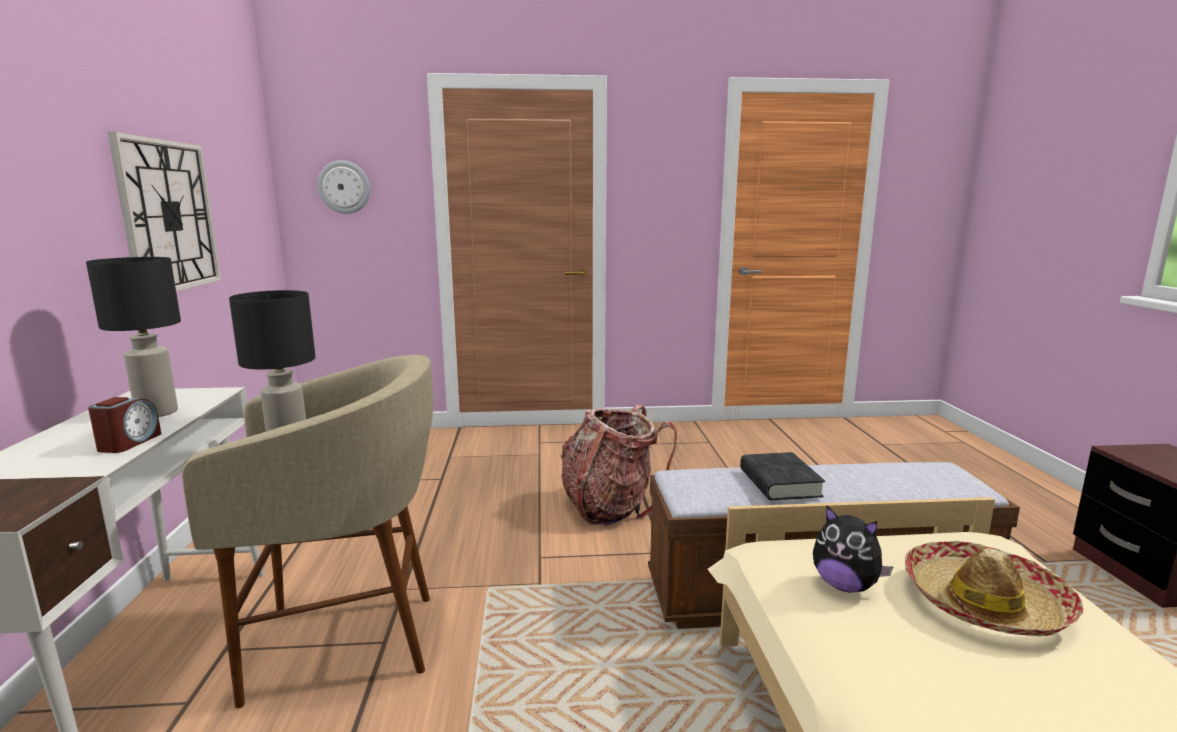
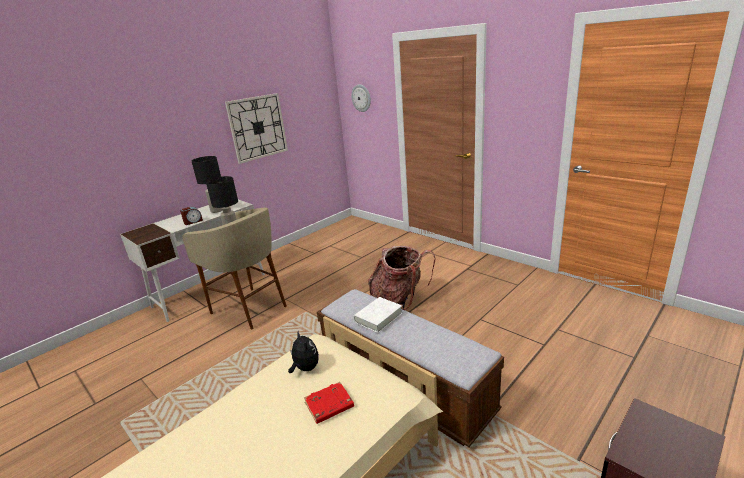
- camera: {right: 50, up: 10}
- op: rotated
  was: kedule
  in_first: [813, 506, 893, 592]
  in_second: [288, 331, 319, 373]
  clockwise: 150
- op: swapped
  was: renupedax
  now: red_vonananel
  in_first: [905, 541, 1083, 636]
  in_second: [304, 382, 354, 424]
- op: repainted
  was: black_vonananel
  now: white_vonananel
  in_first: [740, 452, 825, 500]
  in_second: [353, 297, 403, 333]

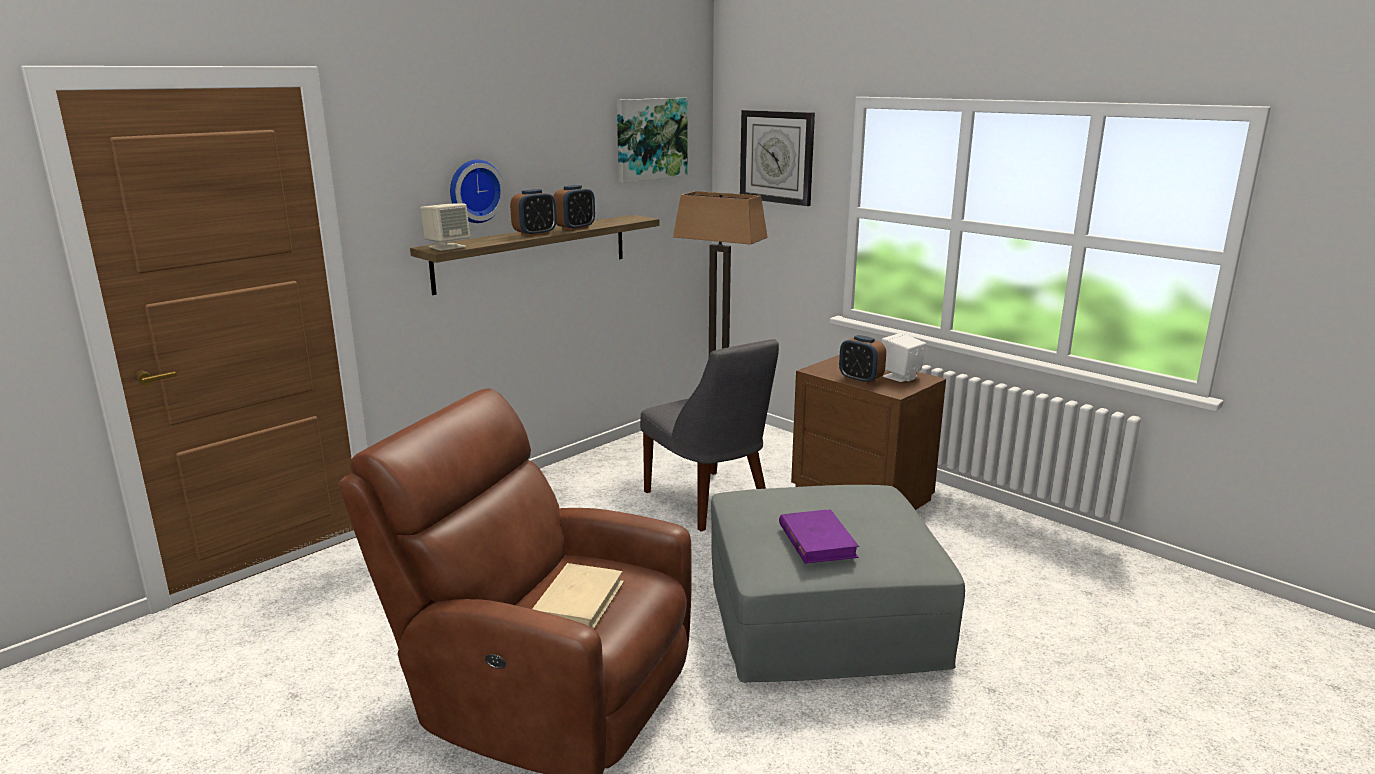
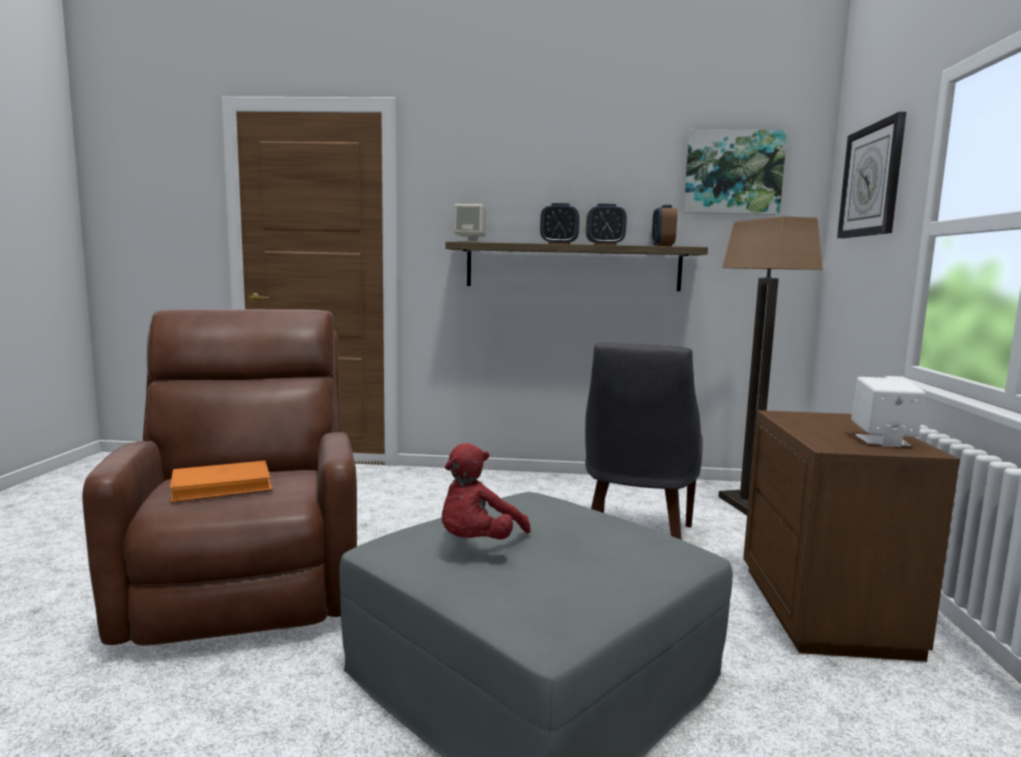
- camera: {right: 50, up: -10}
- op: repainted
  was: beige_vonananel
  now: orange_vonananel
  in_first: [532, 563, 624, 629]
  in_second: [170, 461, 273, 502]
- op: swapped
  was: purple_vonananel
  now: red_kedule
  in_first: [779, 510, 859, 564]
  in_second: [442, 443, 531, 540]
- op: shifted
  was: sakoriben
  in_first: [839, 335, 886, 384]
  in_second: [652, 205, 677, 246]
- op: gone
  was: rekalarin
  in_first: [450, 159, 505, 223]

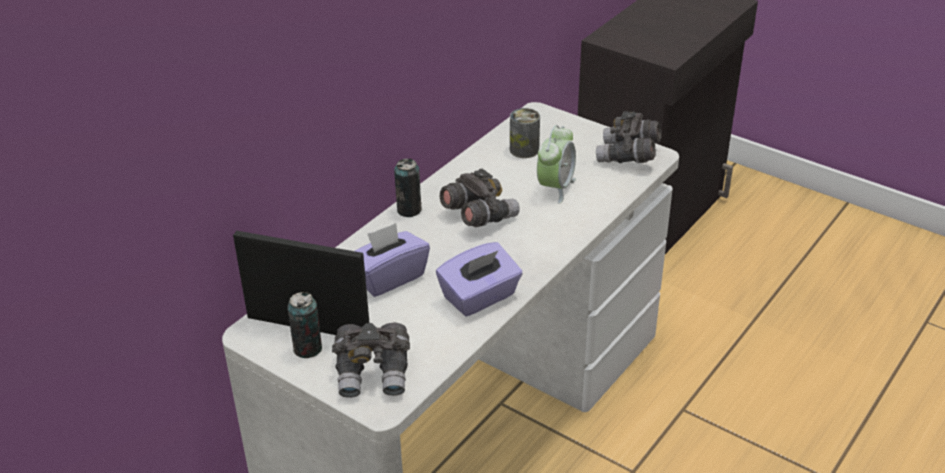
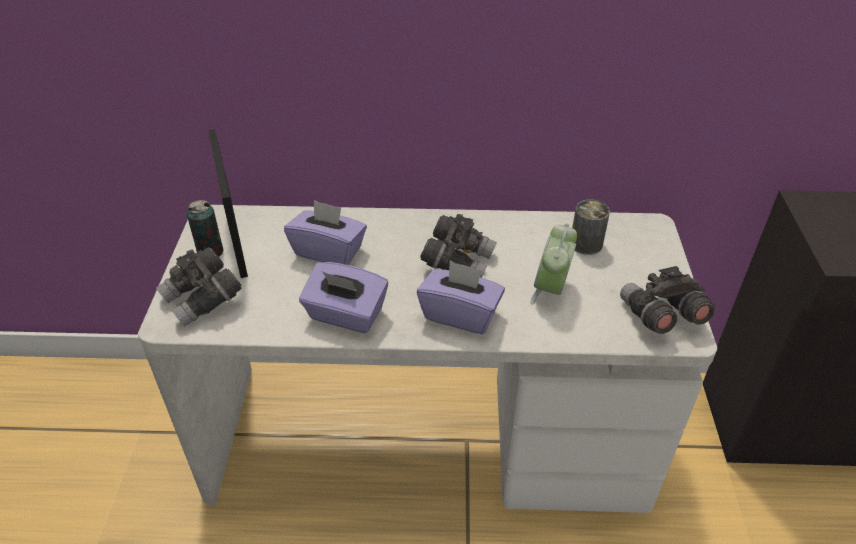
- camera: {right: 55, up: 5}
- op: new
  now: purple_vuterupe
  in_second: [417, 261, 505, 334]
- op: rotated
  was: sakoriben
  in_first: [537, 125, 576, 204]
  in_second: [531, 224, 577, 305]
  clockwise: 120
- op: gone
  was: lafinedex
  in_first: [394, 159, 422, 217]

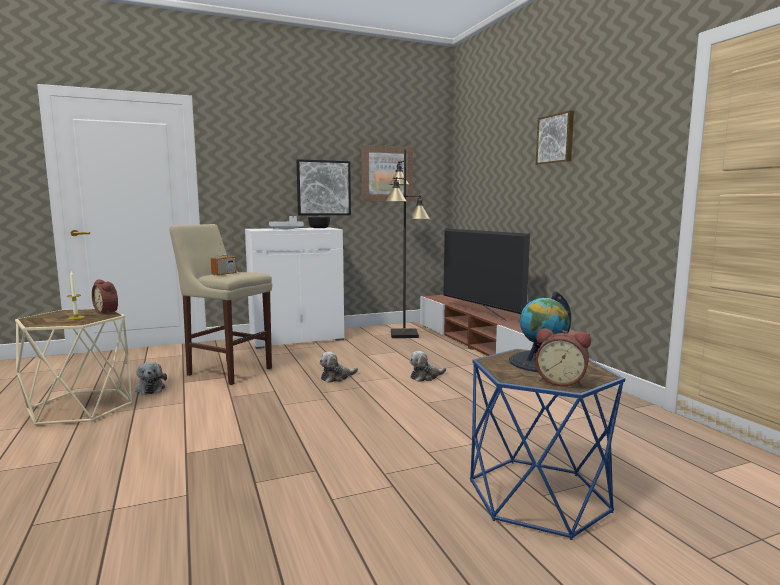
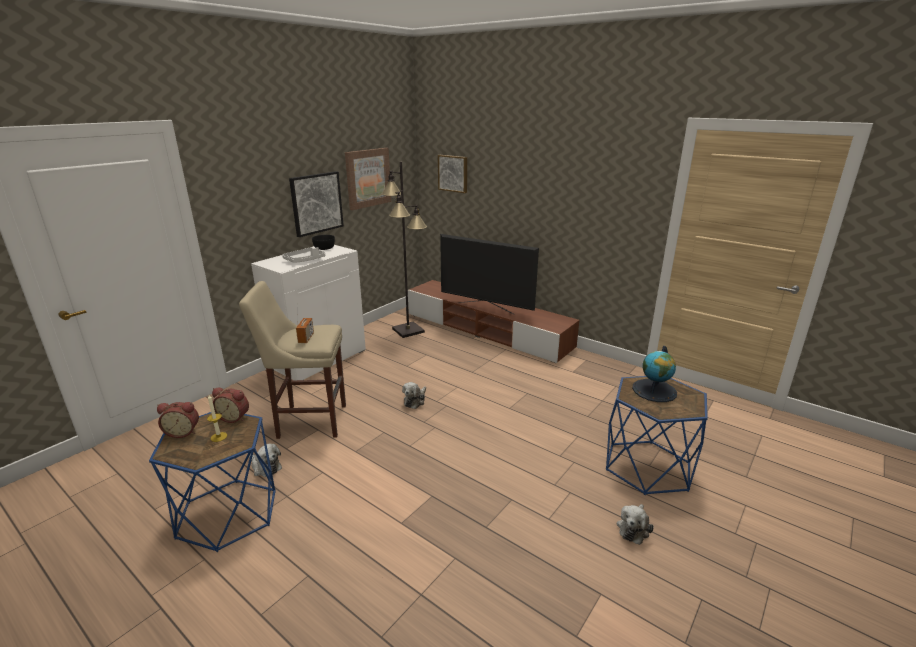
- camera: {right: -30, up: 15}
- op: repainted
  was: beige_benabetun
  now: blue_benabetun
  in_first: [15, 309, 132, 426]
  in_second: [149, 412, 276, 552]
- op: shifted
  was: sakoriben
  in_first: [535, 328, 591, 387]
  in_second: [157, 402, 199, 438]
- op: shifted
  was: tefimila
  in_first: [536, 110, 574, 165]
  in_second: [438, 155, 467, 193]
- op: shifted
  was: kedule
  in_first: [410, 351, 446, 382]
  in_second: [617, 504, 654, 545]

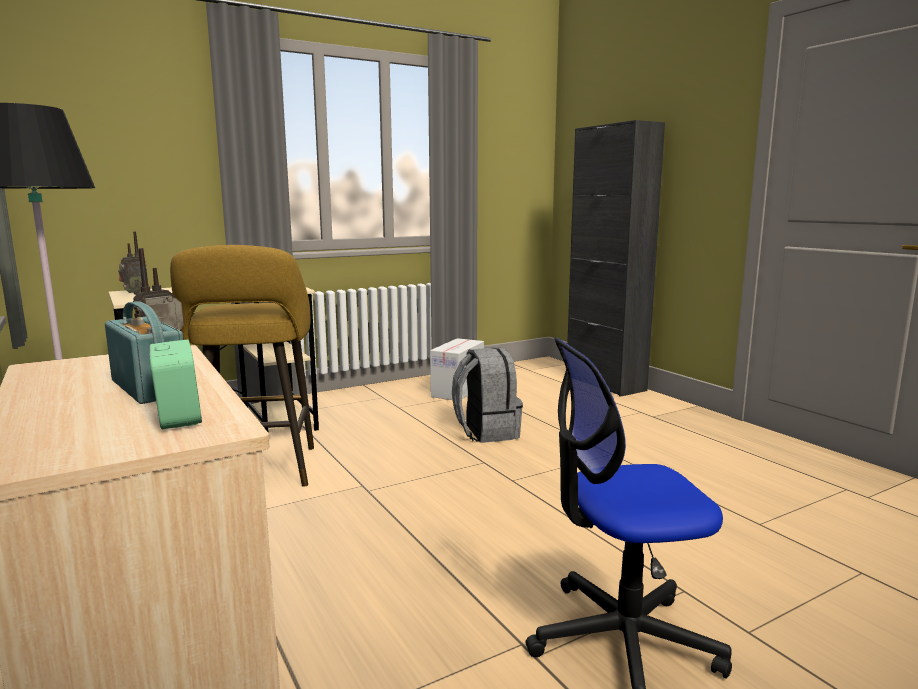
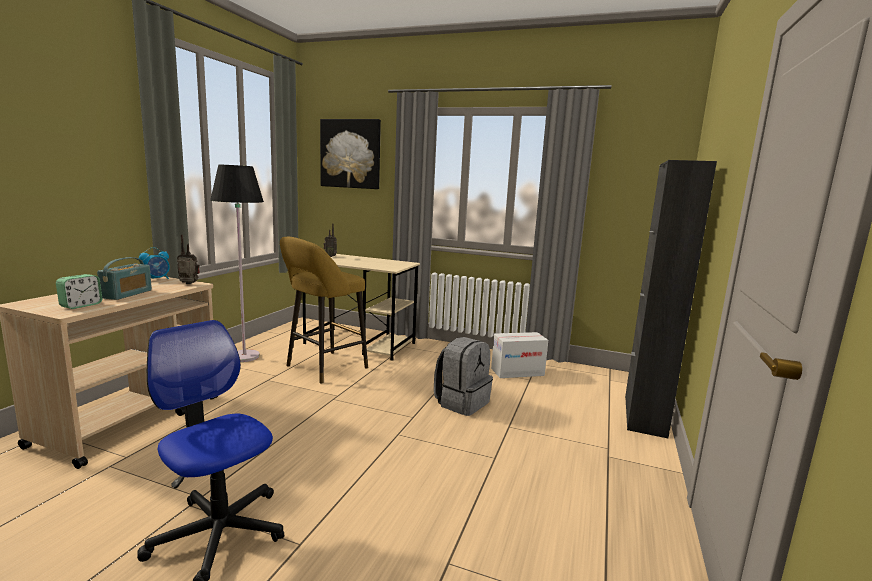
- camera: {right: 50, up: 0}
- op: new
  now: sakoriben
  in_second: [139, 247, 170, 279]
- op: new
  now: tefimila
  in_second: [320, 119, 381, 189]

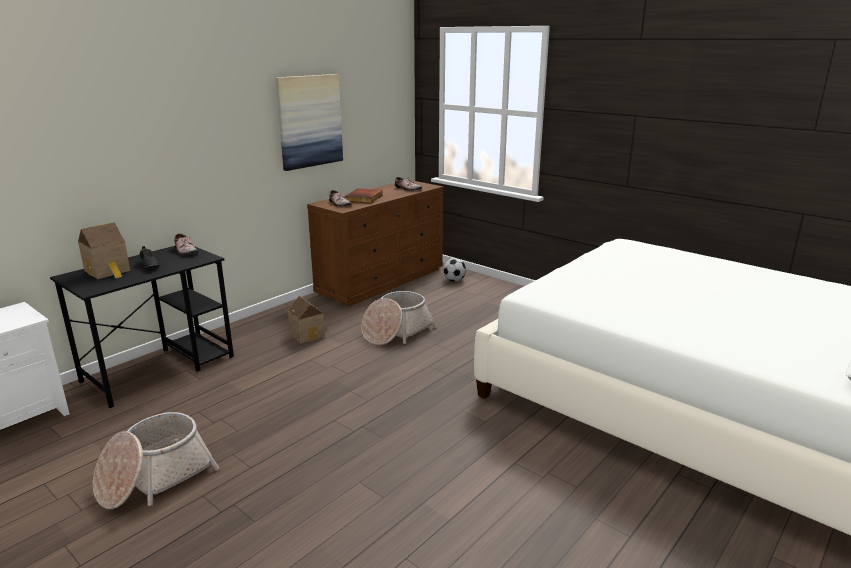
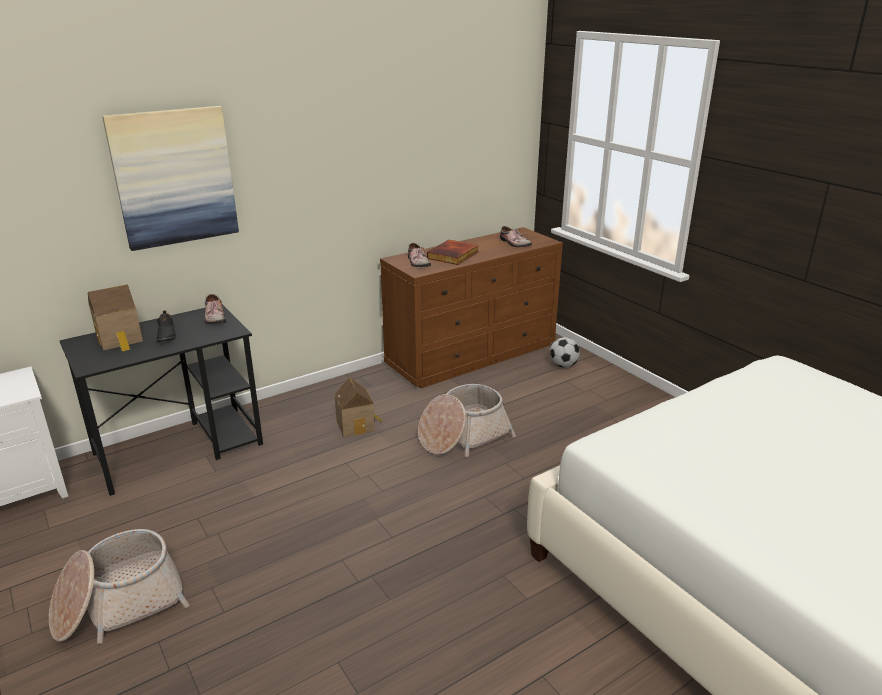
- camera: {right: 15, up: 5}
- op: shifted
  was: tefimila
  in_first: [276, 74, 343, 171]
  in_second: [102, 106, 239, 251]

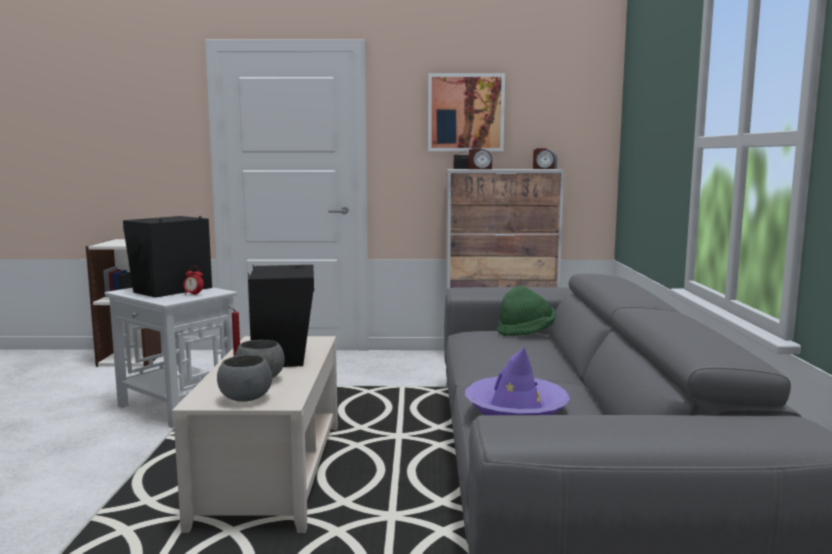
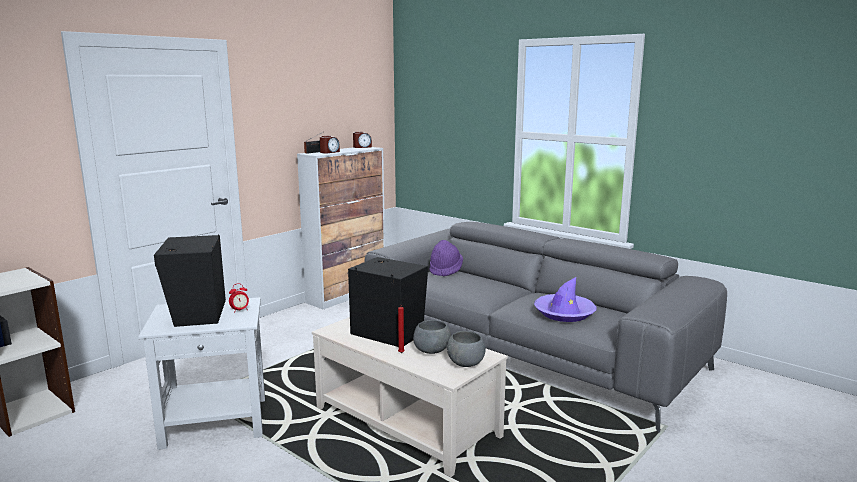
- camera: {right: -50, up: 5}
- op: repainted
  was: green_renupedax
  now: purple_renupedax
  in_first: [497, 286, 555, 336]
  in_second: [430, 240, 463, 277]
- op: gone
  was: tefimila
  in_first: [428, 73, 505, 151]

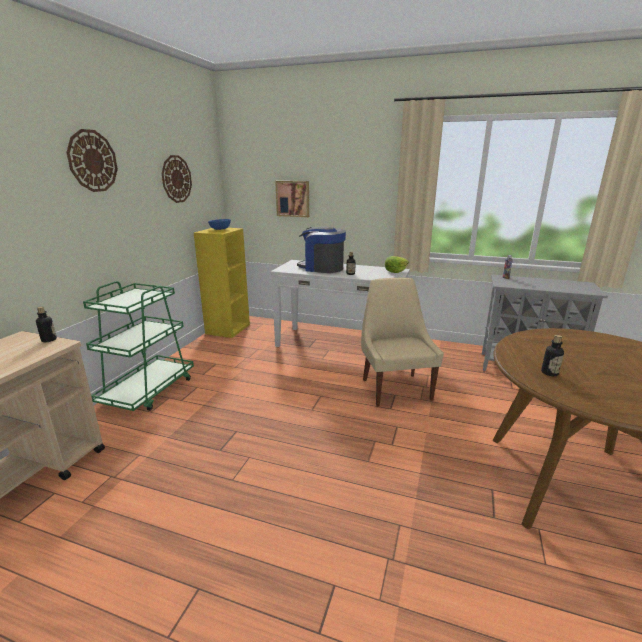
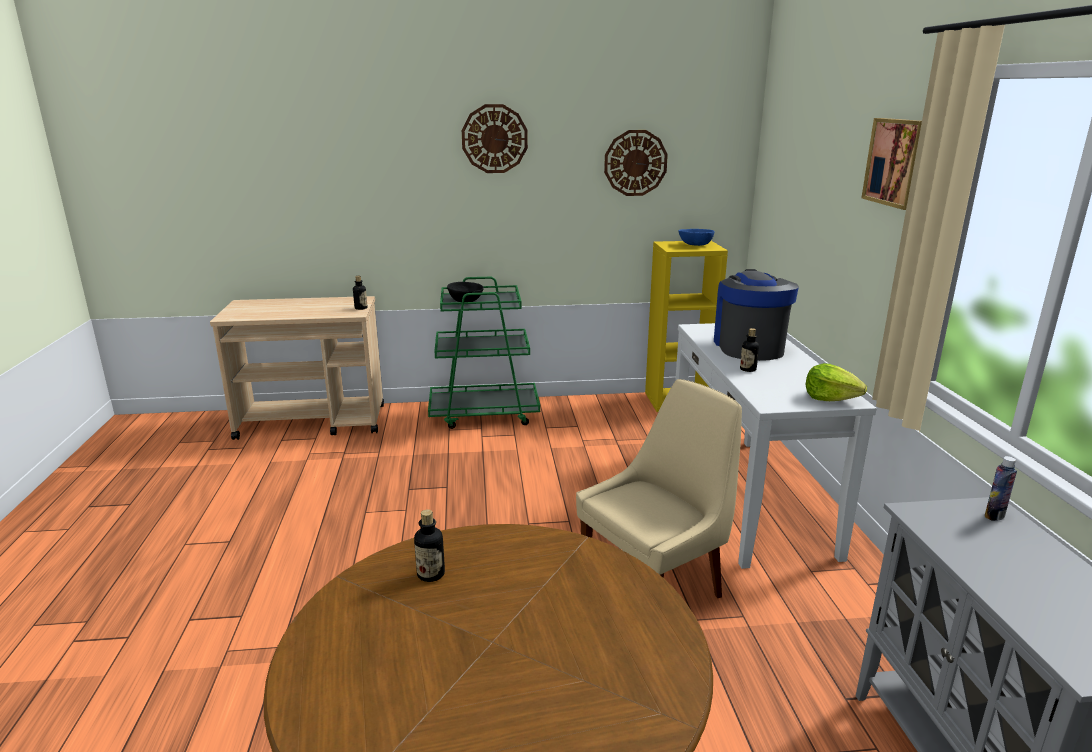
- camera: {right: 65, up: 0}
- op: new
  now: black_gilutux
  in_second: [447, 282, 484, 302]
- op: shifted
  was: tefimila
  in_first: [275, 181, 309, 217]
  in_second: [862, 118, 922, 210]

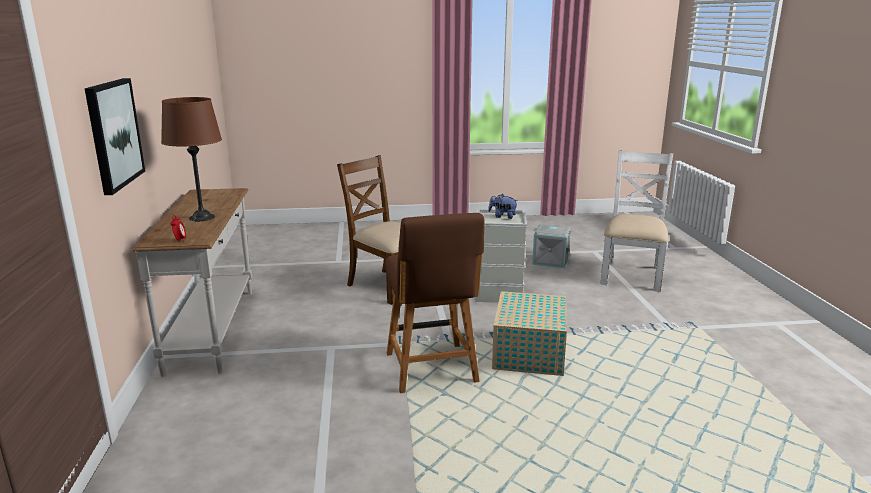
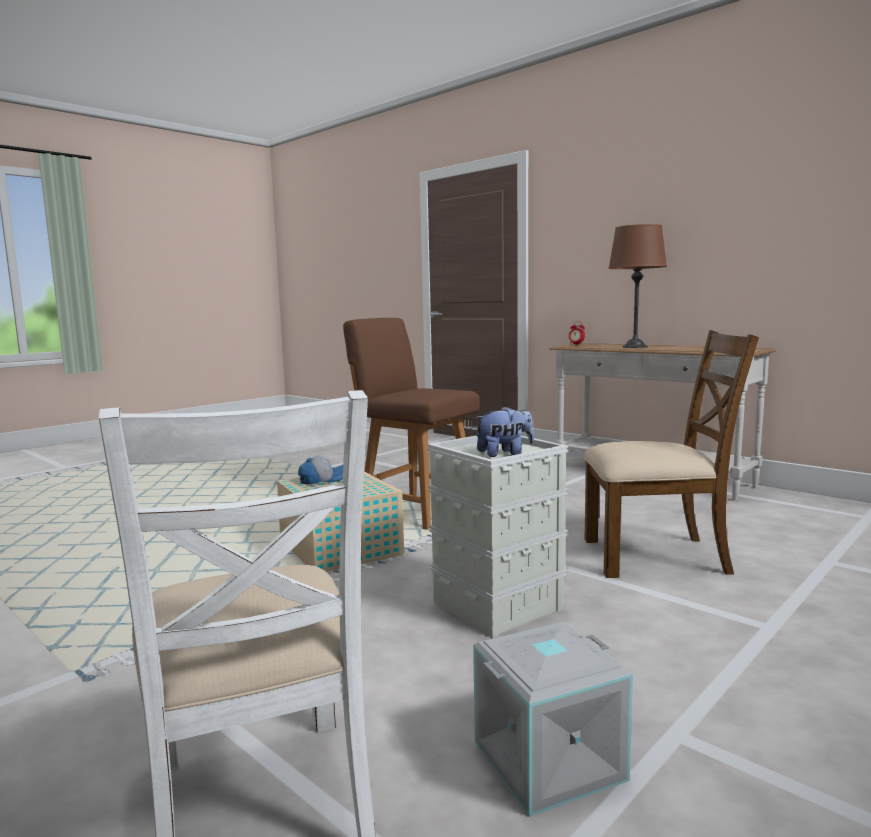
- camera: {right: 140, up: -10}
- op: new
  now: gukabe
  in_second: [298, 455, 343, 484]
- op: gone
  was: tefimila
  in_first: [84, 78, 145, 195]

